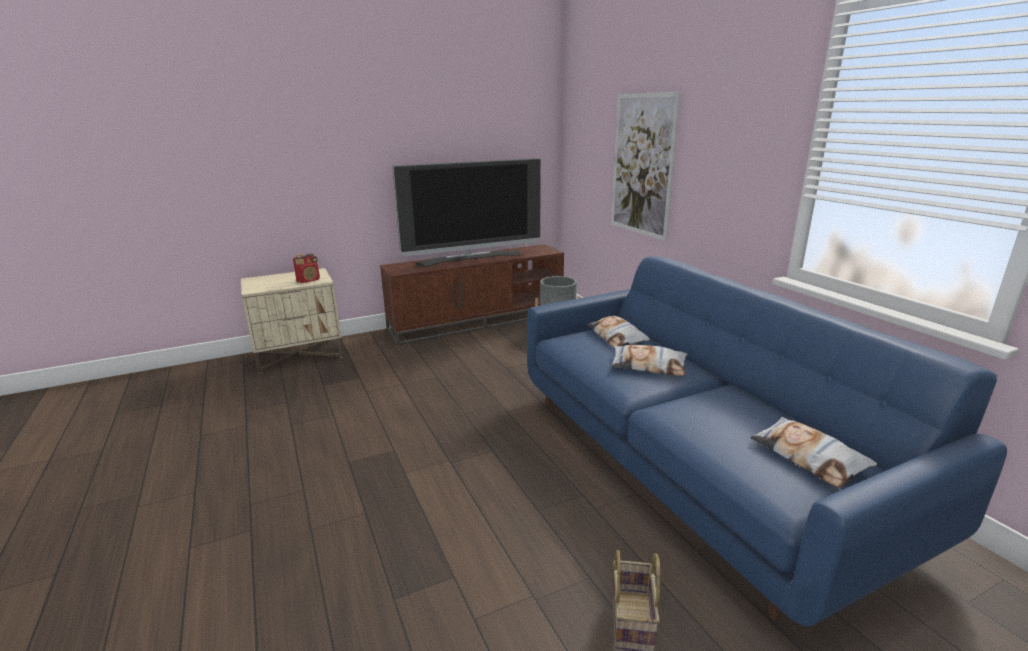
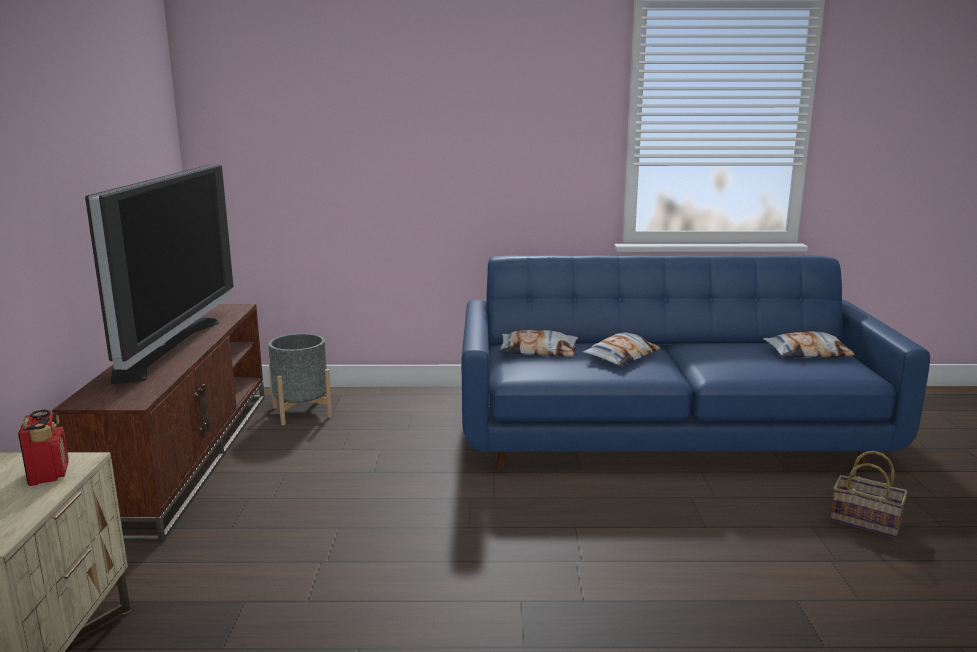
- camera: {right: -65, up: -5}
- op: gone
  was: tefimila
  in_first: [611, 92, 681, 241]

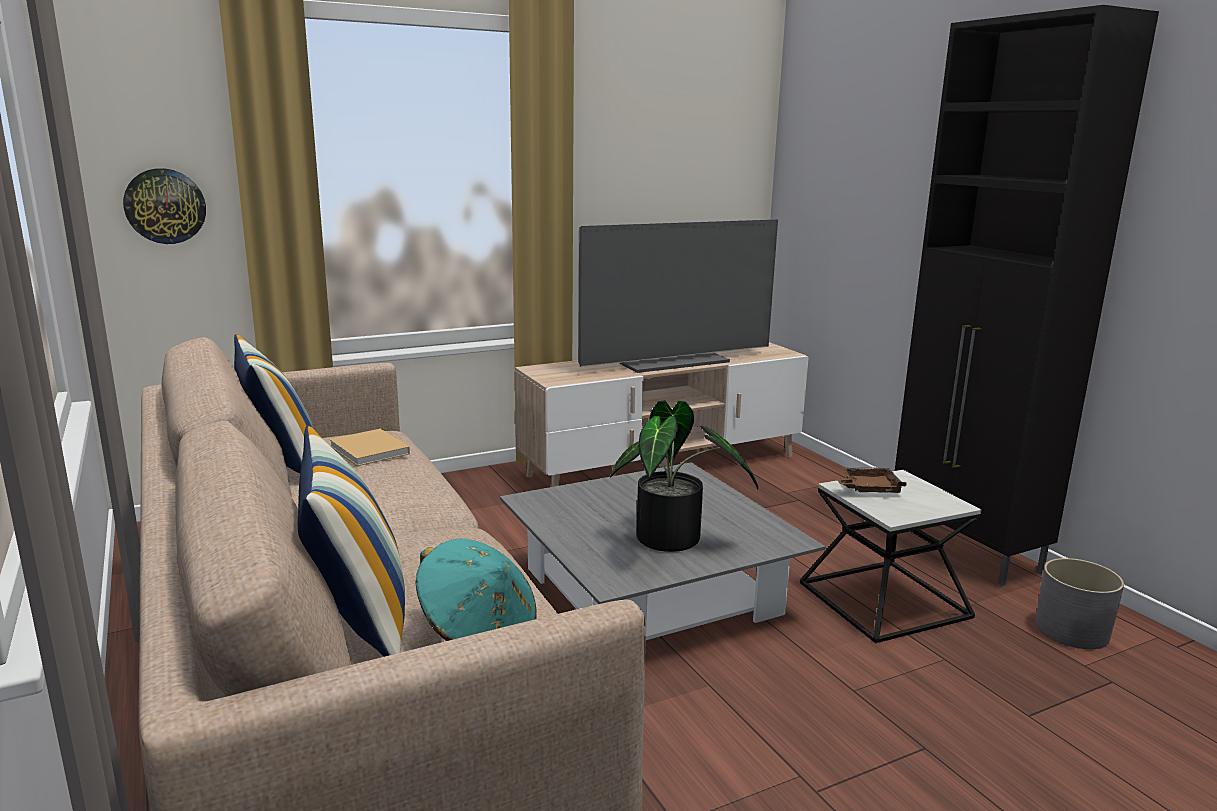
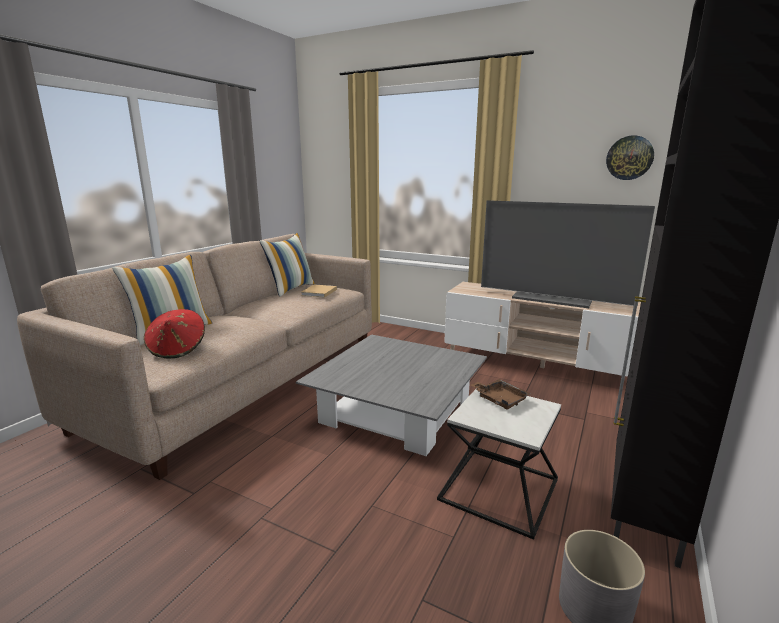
- camera: {right: 55, up: 0}
- op: repainted
  was: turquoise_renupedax
  now: red_renupedax
  in_first: [416, 539, 537, 641]
  in_second: [144, 309, 205, 359]
- op: shifted
  was: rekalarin
  in_first: [123, 168, 206, 244]
  in_second: [606, 135, 654, 180]
- op: gone
  was: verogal
  in_first: [610, 401, 758, 552]

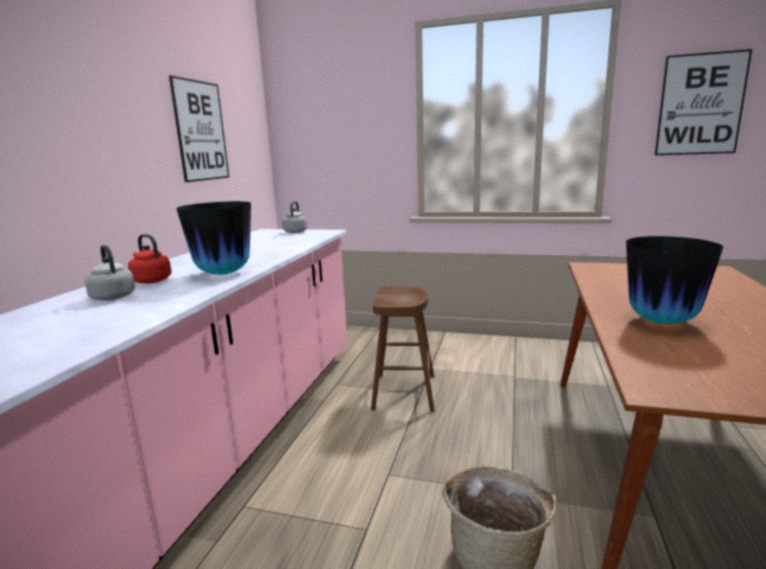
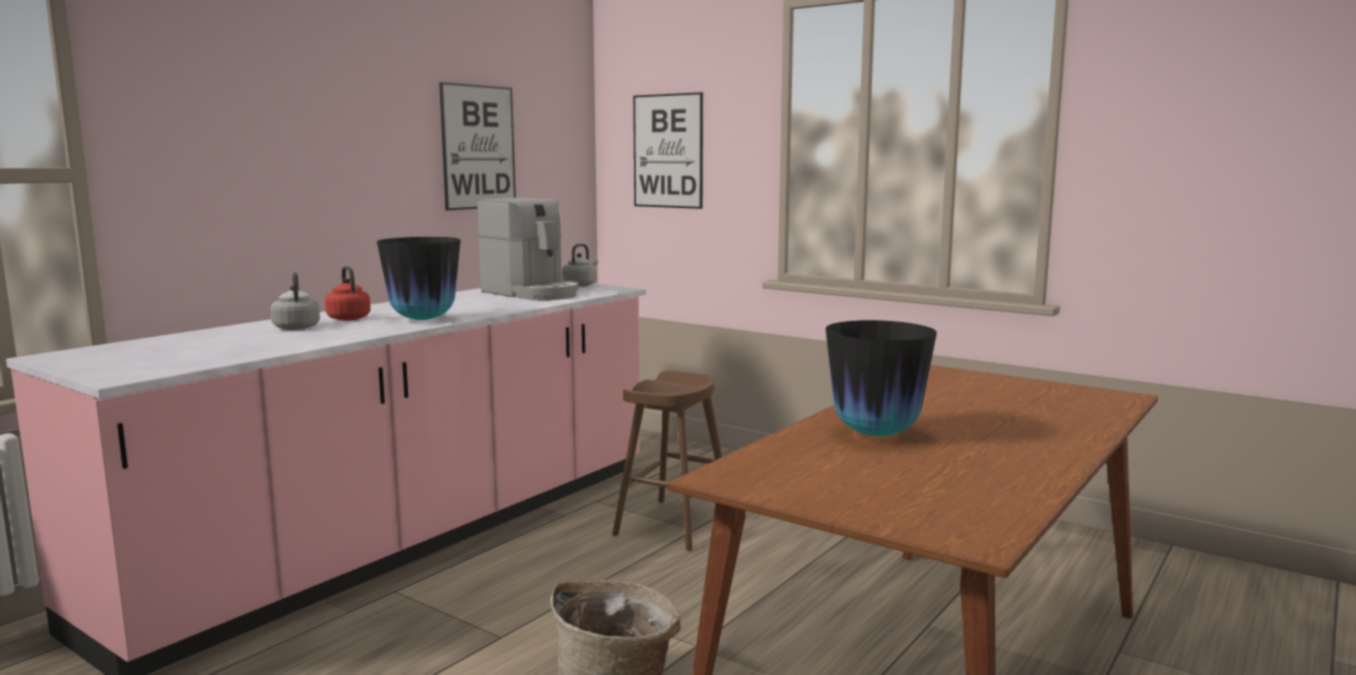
- camera: {right: 20, up: -5}
- op: new
  now: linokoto
  in_second: [477, 198, 579, 300]
- op: shifted
  was: tefimila
  in_first: [655, 49, 752, 155]
  in_second: [633, 92, 703, 209]

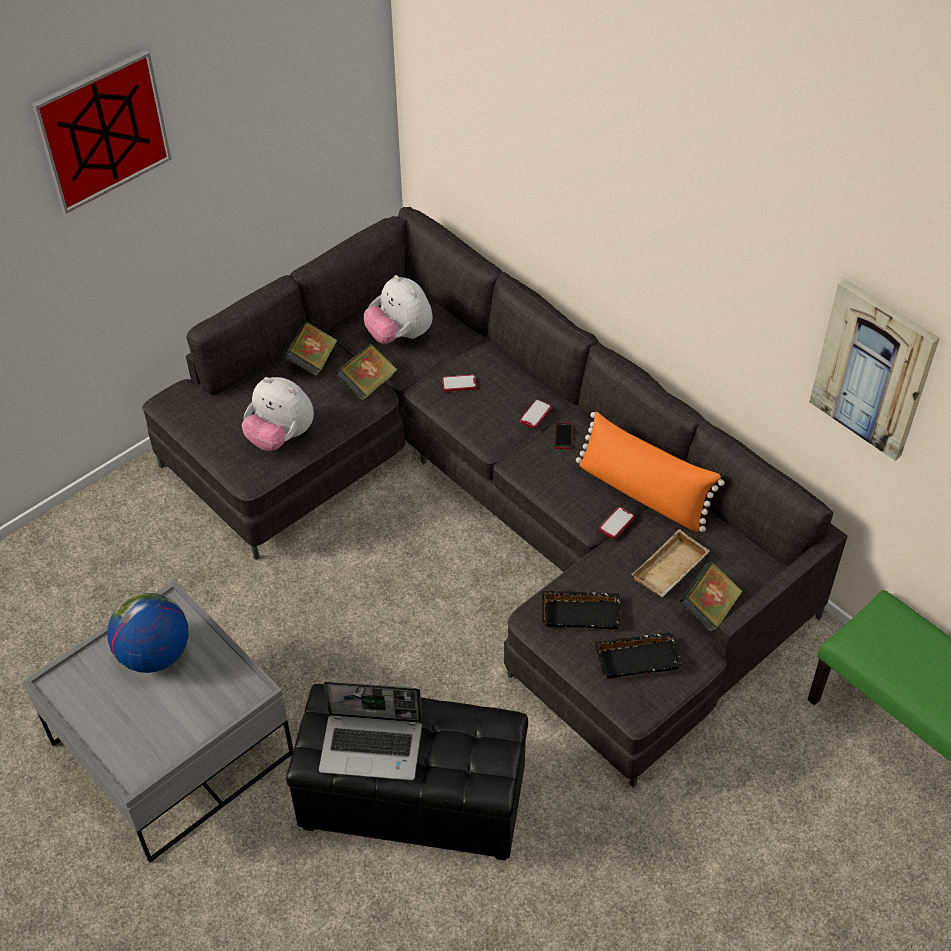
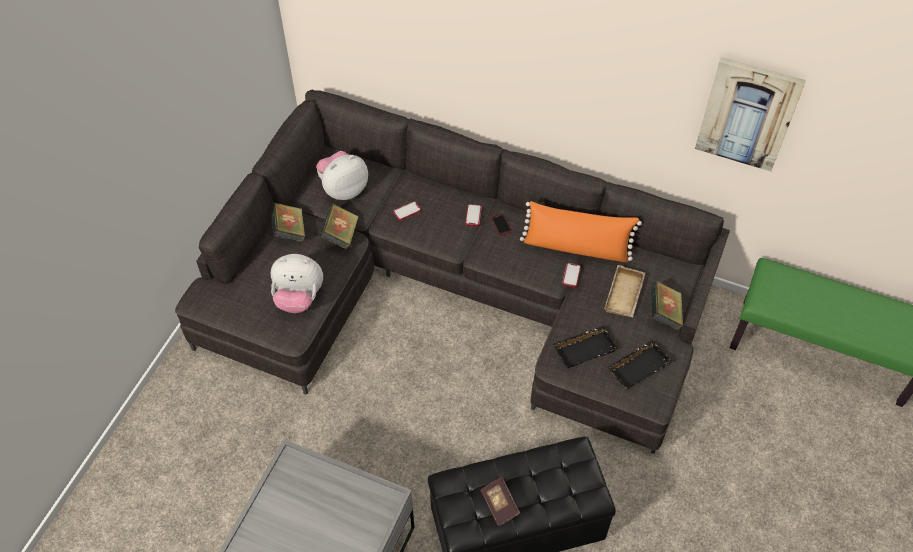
- camera: {right: -25, up: 5}
- op: rotated
  was: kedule
  in_first: [364, 275, 433, 344]
  in_second: [316, 151, 368, 200]
  clockwise: 120
- op: swapped
  was: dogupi
  now: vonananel
  in_first: [319, 681, 422, 780]
  in_second: [480, 477, 520, 526]
- op: gone
  was: tefimila
  in_first: [32, 50, 171, 214]
- op: gone
  was: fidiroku
  in_first: [107, 593, 189, 673]

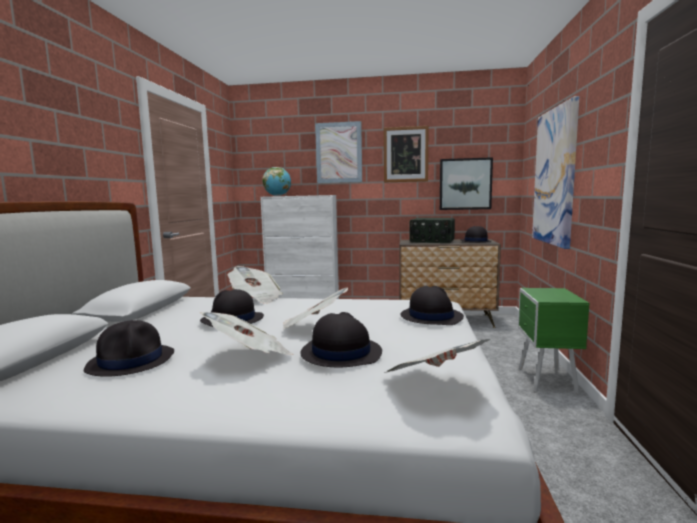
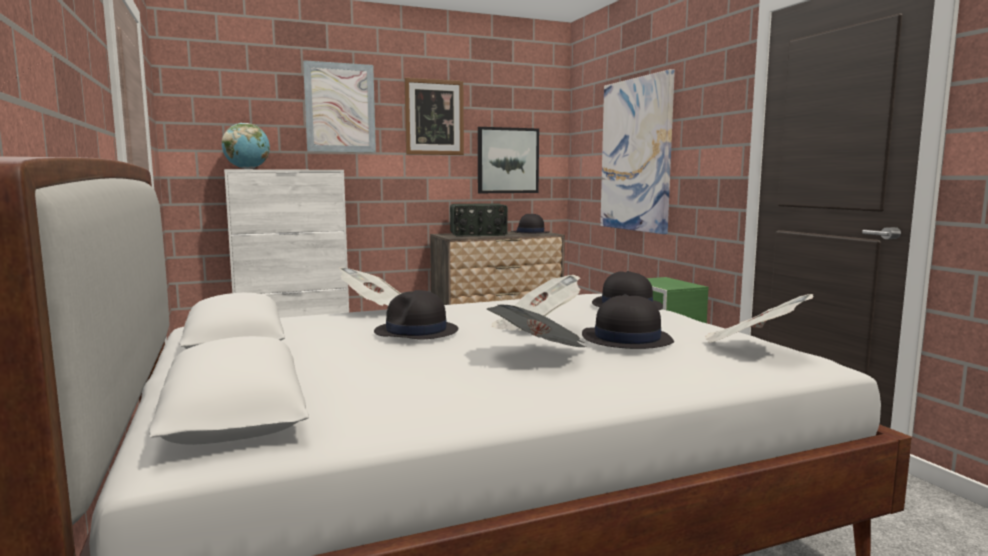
- camera: {right: -30, up: 0}
- op: gone
  was: black_renupedax
  in_first: [84, 320, 174, 377]

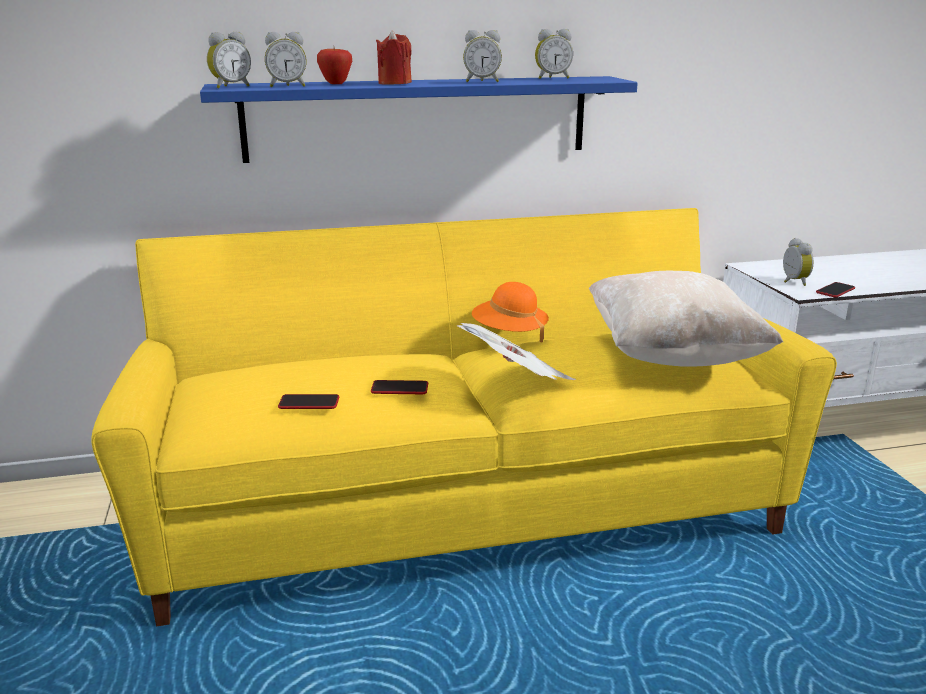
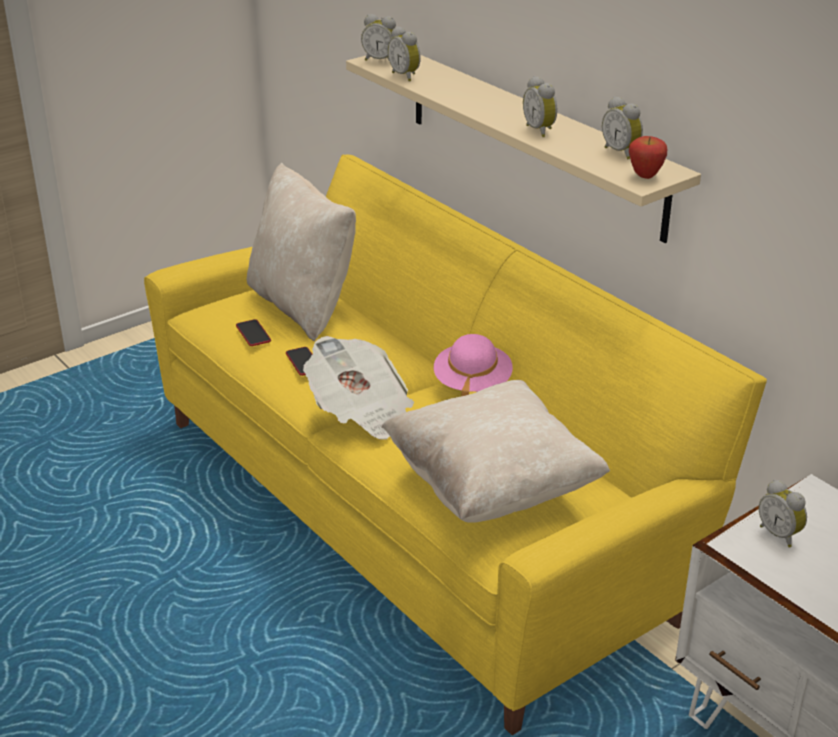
- camera: {right: 65, up: 10}
- op: new
  now: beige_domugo
  in_second: [247, 163, 356, 341]
- op: repainted
  was: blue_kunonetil
  now: beige_kunonetil
  in_first: [200, 76, 638, 163]
  in_second: [346, 55, 701, 243]
- op: repainted
  was: orange_renupedax
  now: pink_renupedax
  in_first: [472, 282, 549, 342]
  in_second: [434, 334, 513, 396]
- op: shifted
  was: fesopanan
  in_first: [317, 48, 352, 84]
  in_second: [629, 136, 667, 179]
- op: rotated
  was: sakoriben
  in_first: [783, 238, 814, 286]
  in_second: [759, 480, 807, 548]
  clockwise: 90
- op: gone
  was: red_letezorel
  in_first: [376, 30, 412, 85]
- op: gone
  was: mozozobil
  in_first: [816, 282, 855, 298]

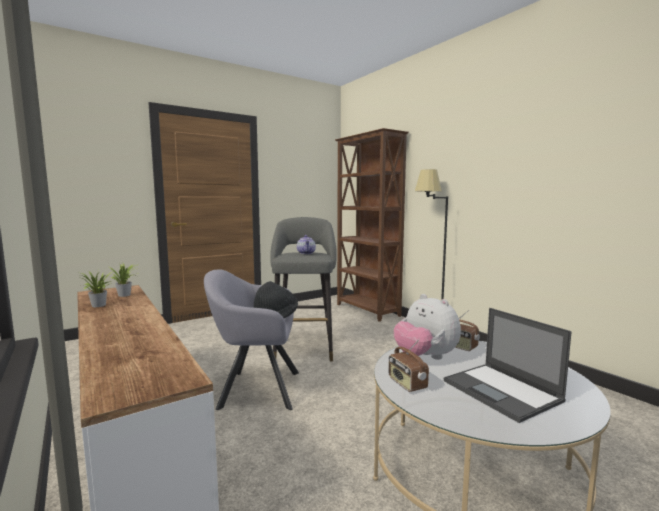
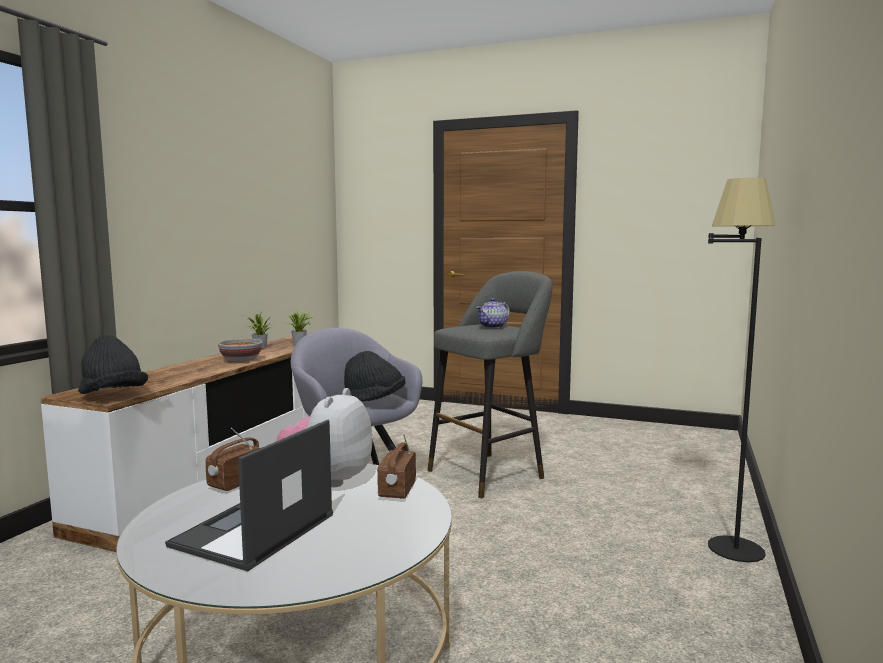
- camera: {right: 55, up: 0}
- op: new
  now: black_renupedax
  in_second: [78, 335, 148, 394]
- op: new
  now: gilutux
  in_second: [218, 339, 263, 362]
- op: gone
  was: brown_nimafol
  in_first: [335, 128, 409, 322]

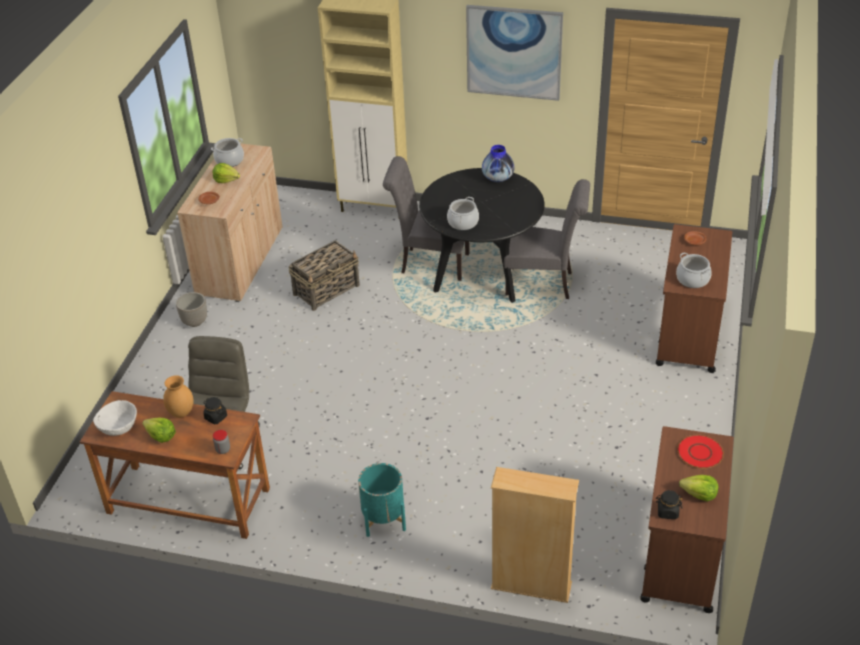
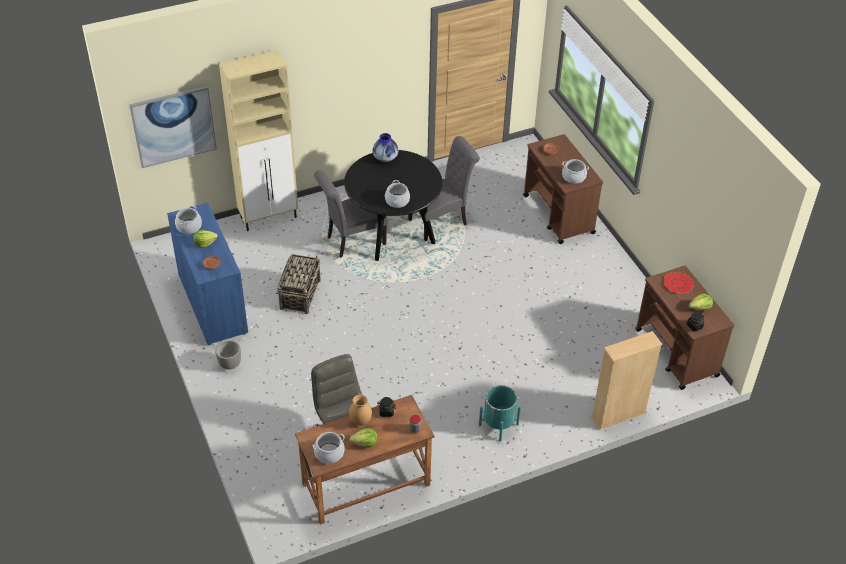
- camera: {right: -40, up: 5}
- op: shifted
  was: tefimila
  in_first: [466, 5, 563, 101]
  in_second: [129, 86, 217, 168]
- op: repainted
  was: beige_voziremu
  now: blue_voziremu
  in_first: [177, 144, 282, 302]
  in_second: [167, 203, 248, 346]
- op: swapped
  was: white_gilutux
  now: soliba
  in_first: [93, 400, 137, 436]
  in_second: [313, 432, 345, 464]

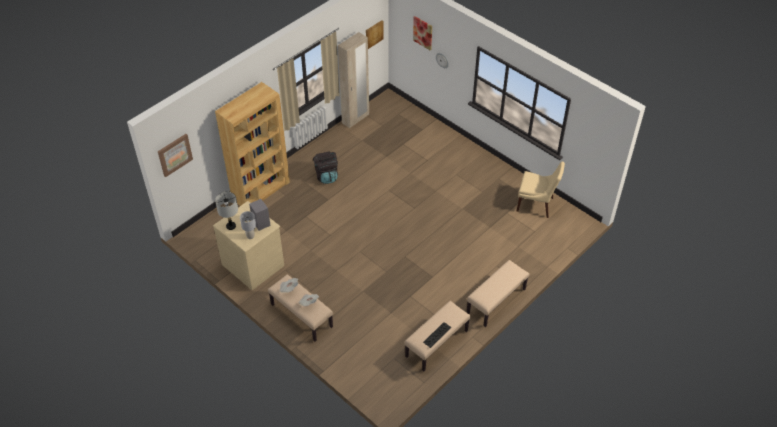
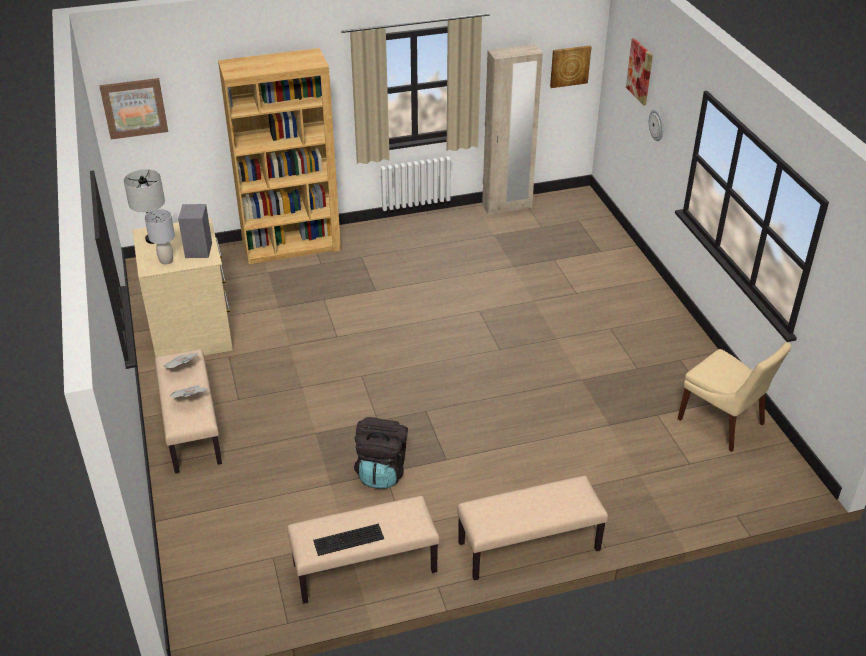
- camera: {right: 30, up: -10}
- op: shifted
  was: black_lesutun
  in_first: [313, 152, 338, 184]
  in_second: [354, 417, 408, 489]

